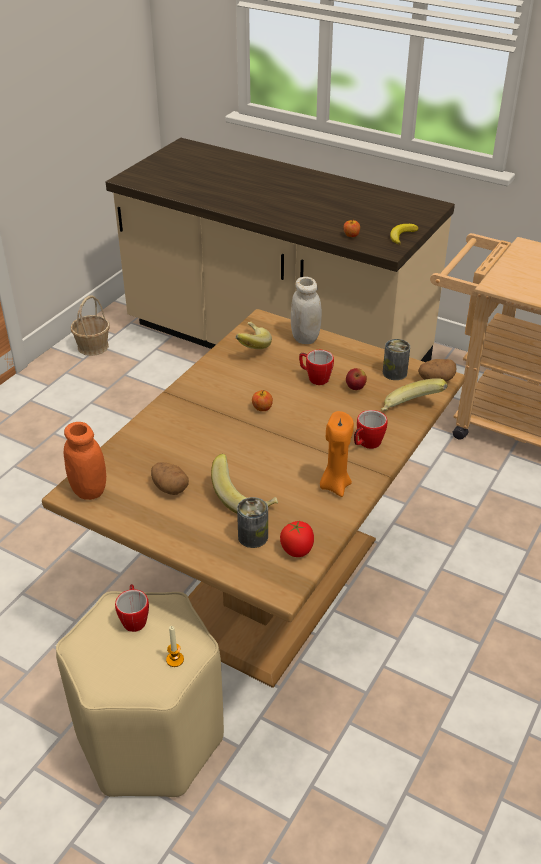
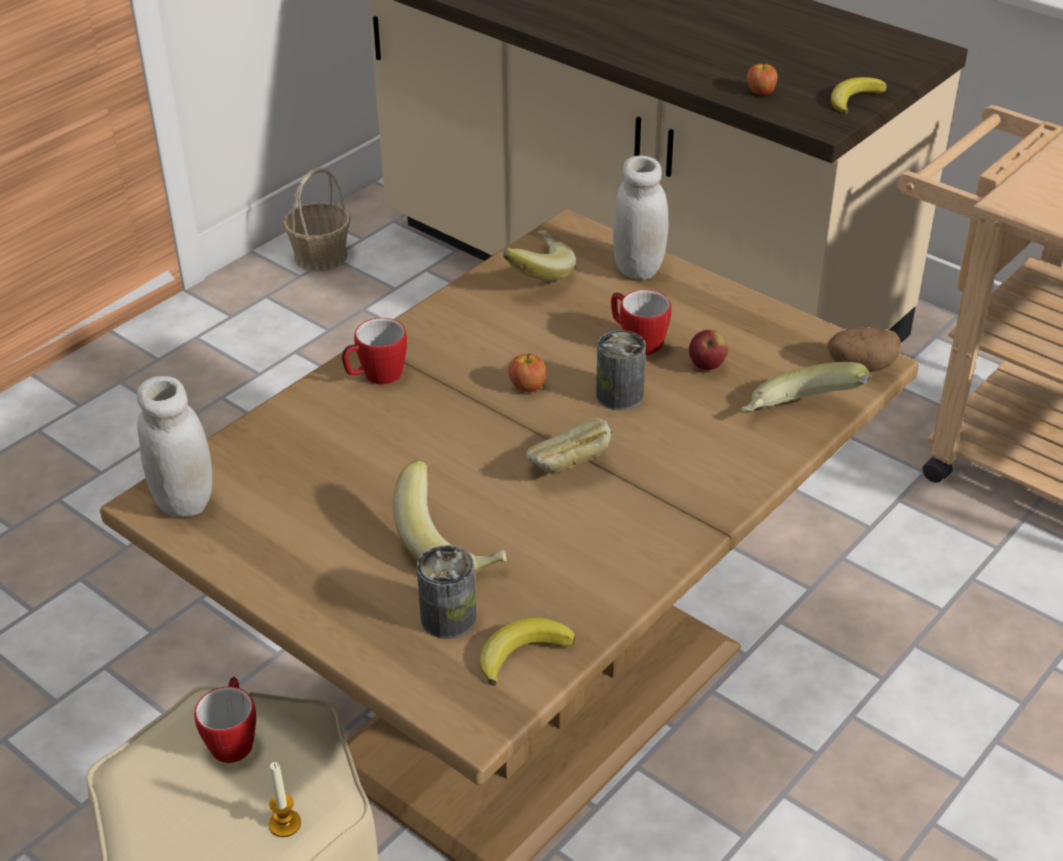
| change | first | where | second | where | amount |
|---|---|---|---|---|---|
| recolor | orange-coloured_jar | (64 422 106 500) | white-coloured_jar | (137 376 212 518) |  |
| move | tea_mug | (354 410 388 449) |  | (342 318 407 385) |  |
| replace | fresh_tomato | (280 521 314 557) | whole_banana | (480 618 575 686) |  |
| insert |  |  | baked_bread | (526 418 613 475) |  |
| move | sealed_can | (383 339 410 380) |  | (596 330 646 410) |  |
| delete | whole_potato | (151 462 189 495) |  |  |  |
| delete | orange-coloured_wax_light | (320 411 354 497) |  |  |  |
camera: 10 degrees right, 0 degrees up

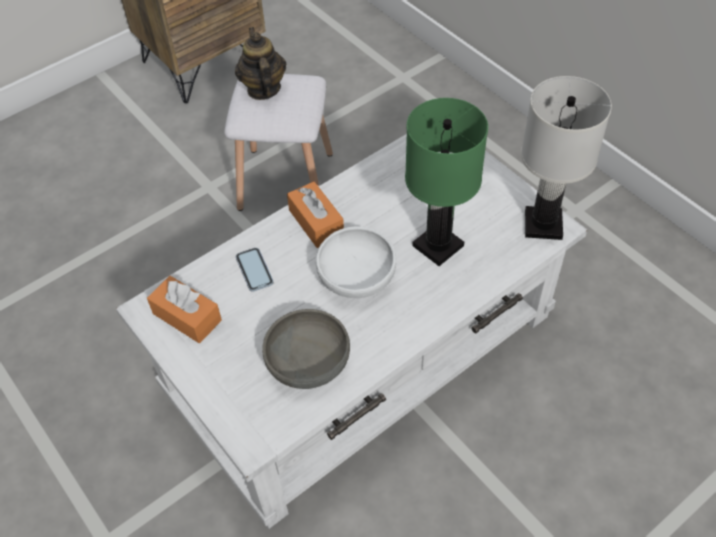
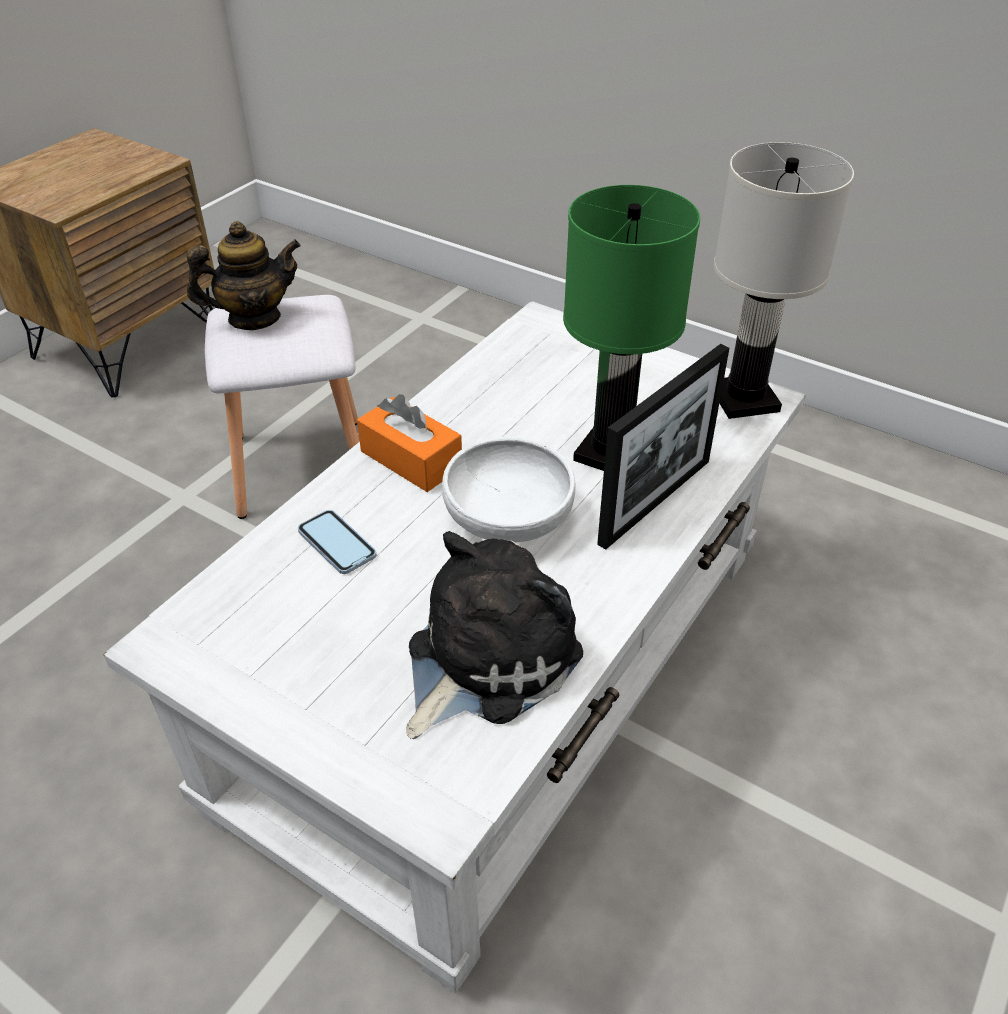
| change | first | where | second | where | amount |
|---|---|---|---|---|---|
| rotate | teapot | (235 27 286 100) |  | (187 221 301 330) | 105 degrees clockwise |
| replace | gray_serving_bowl | (262 309 350 389) | soft_toy | (406 531 583 739) |  |
| insert |  |  | photo_frame | (597 344 729 550) |  |
| delete | orange-coloured_box_of_tissues | (147 276 222 343) |  |  |  |
camera: 20 degrees left, 10 degrees down

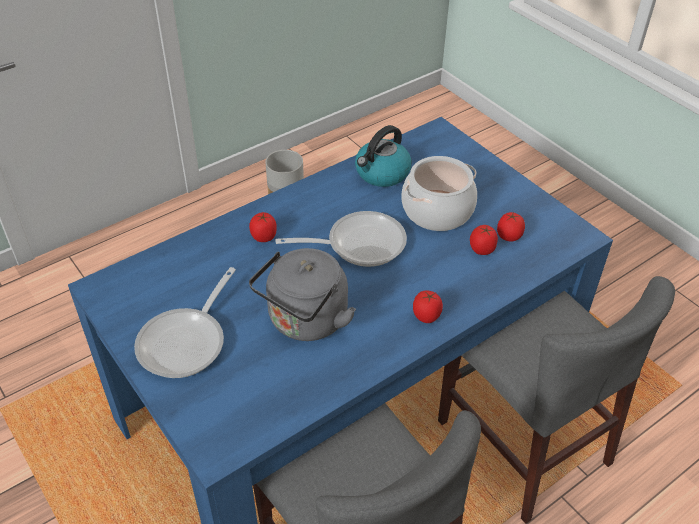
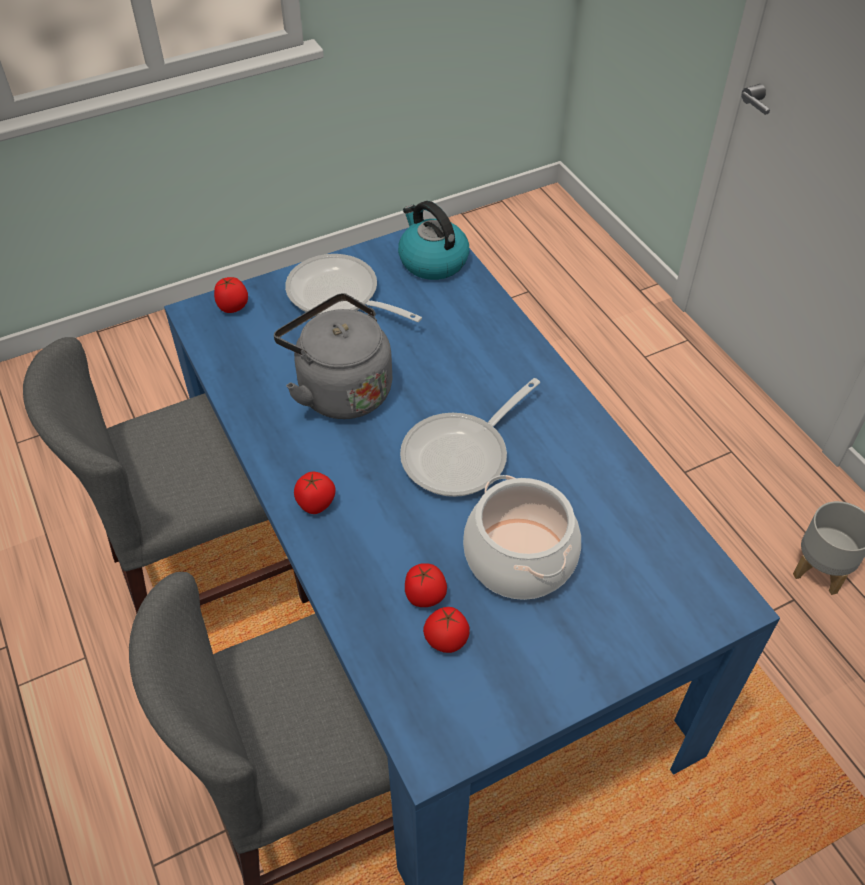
| change | first | where | second | where | amount |
|---|---|---|---|---|---|
| move | fresh_tomato | (249 212 277 242) |  | (214 277 248 313) |  |
| move | water_kettle | (355 125 412 187) |  | (398 201 469 280) |  |
| rotate | frying_pan | (275 211 407 267) |  | (400 378 540 497) | 45 degrees clockwise |
camera: 100 degrees right, 5 degrees up

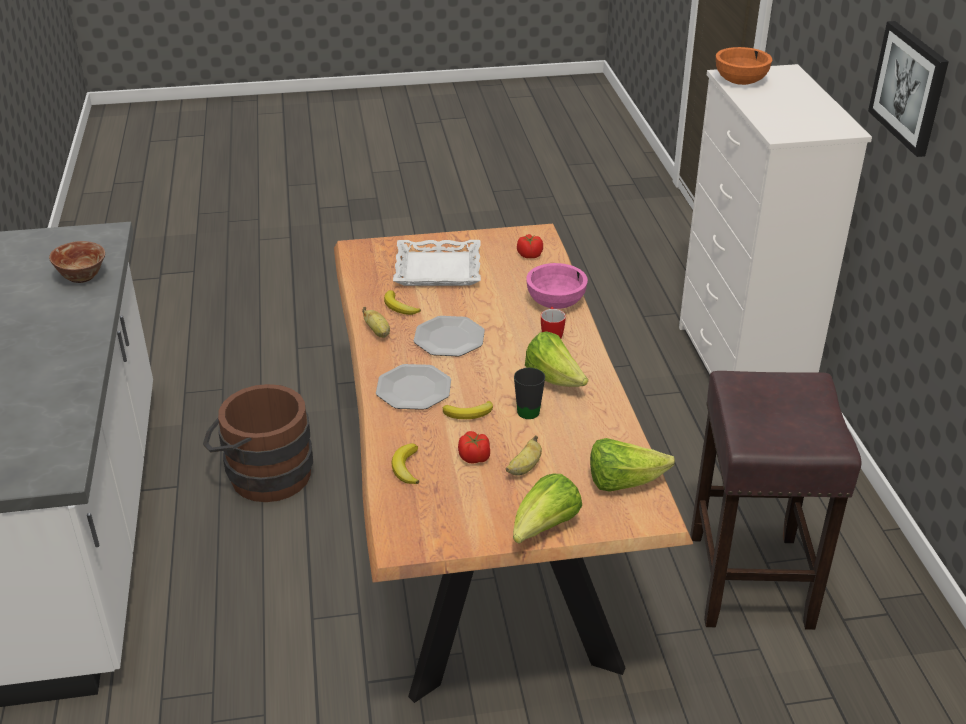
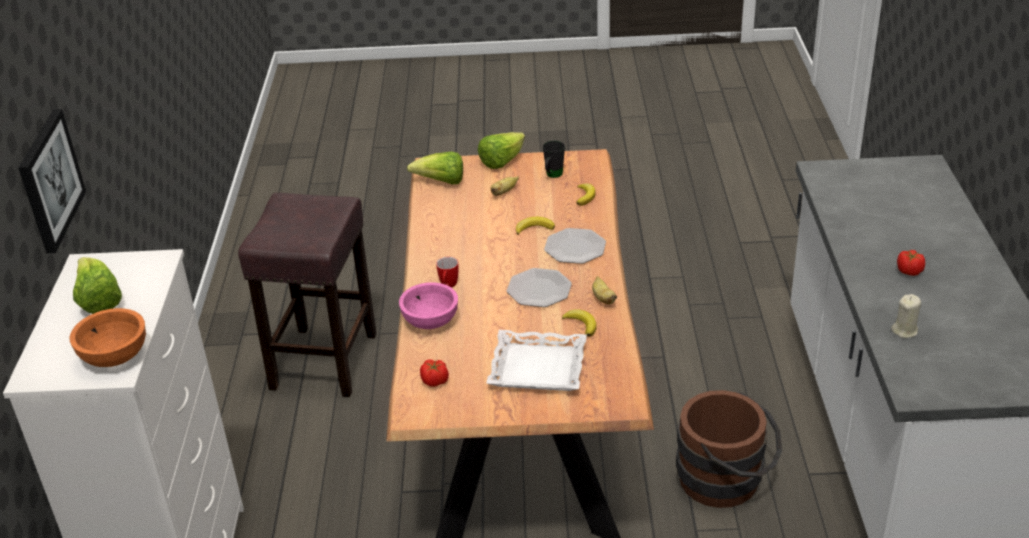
| change | first | where | second | where | amount |
|---|---|---|---|---|---|
| move | head_of_lettuce | (525 331 588 387) |  | (73 257 122 314) |  |
| move | black_tea_mug | (514 368 545 419) |  | (543 141 565 178) |  |
| replace | serving_bowl | (49 241 105 283) | sand-coloured_wax_light | (891 294 921 338) |  |
| move | fresh_tomato | (458 431 490 464) |  | (897 250 925 276) |  |
camera: 170 degrees left, 0 degrees up

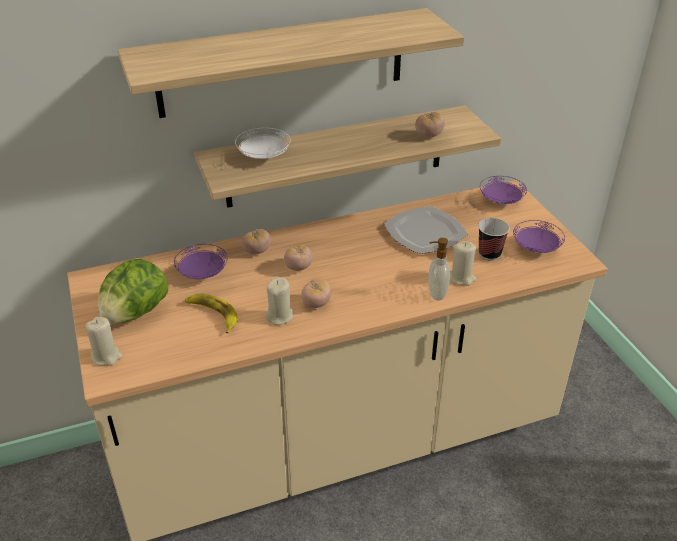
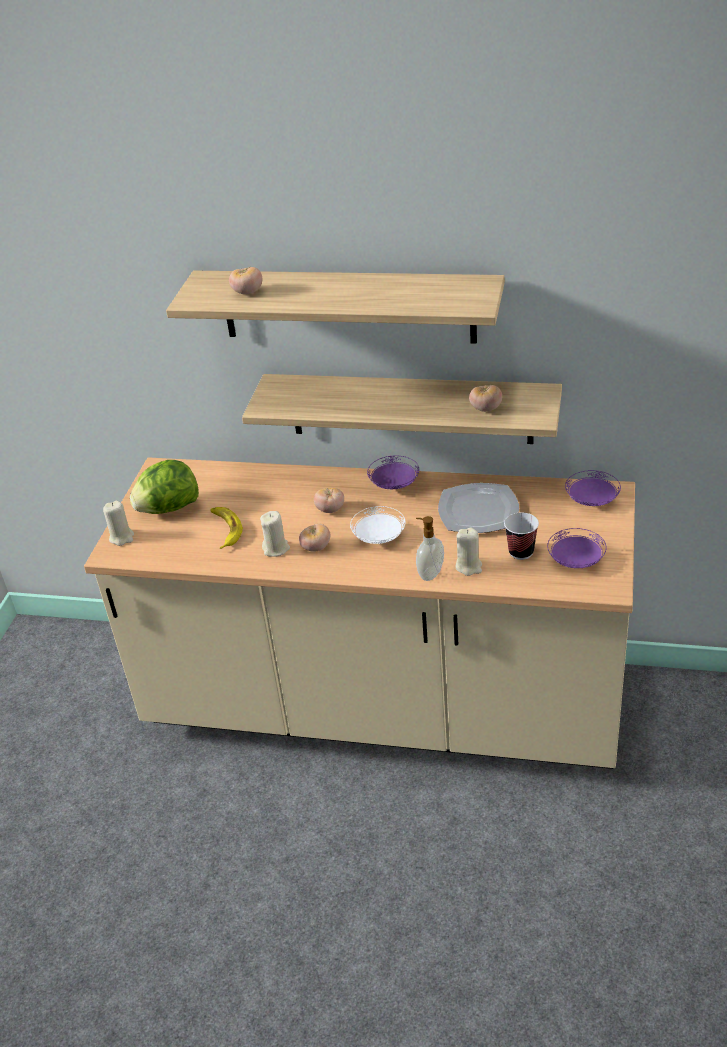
| change | first | where | second | where | amount |
|---|---|---|---|---|---|
| move | fresh_tomato | (242 229 271 254) |  | (229 267 262 295) |  |
| move | white-coloured_dinner_plate | (235 128 291 159) |  | (350 506 406 544) |  |
| move | purple_dinner_plate | (174 244 228 279) |  | (367 455 419 489) |  |
camera: 35 degrees right, 0 degrees up

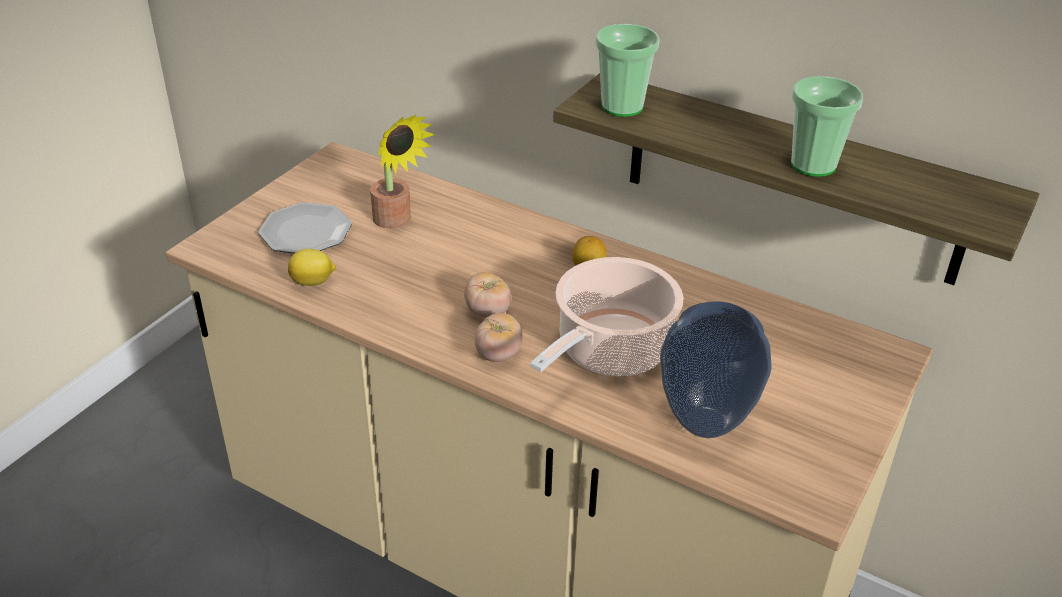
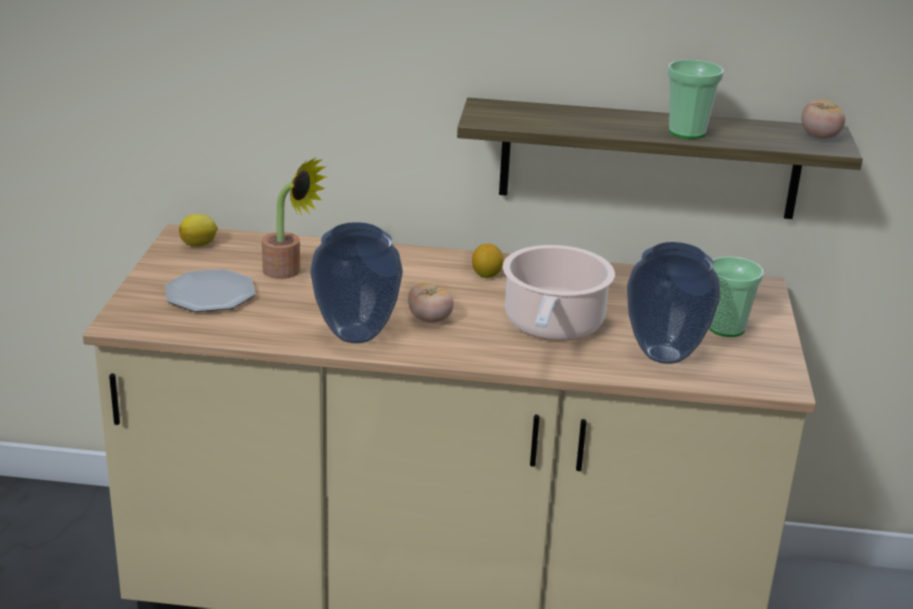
| change | first | where | second | where | amount |
|---|---|---|---|---|---|
| move | whole_lemon | (288 249 336 286) |  | (179 214 218 247) |  |
| insert |  |  | decorative_vase | (310 222 403 343) |  |
| move | small_cup | (595 24 660 117) |  | (709 257 764 337) |  |
| move | fresh_tomato | (474 313 523 362) |  | (801 99 845 139) |  |
camera: 25 degrees left, 10 degrees down

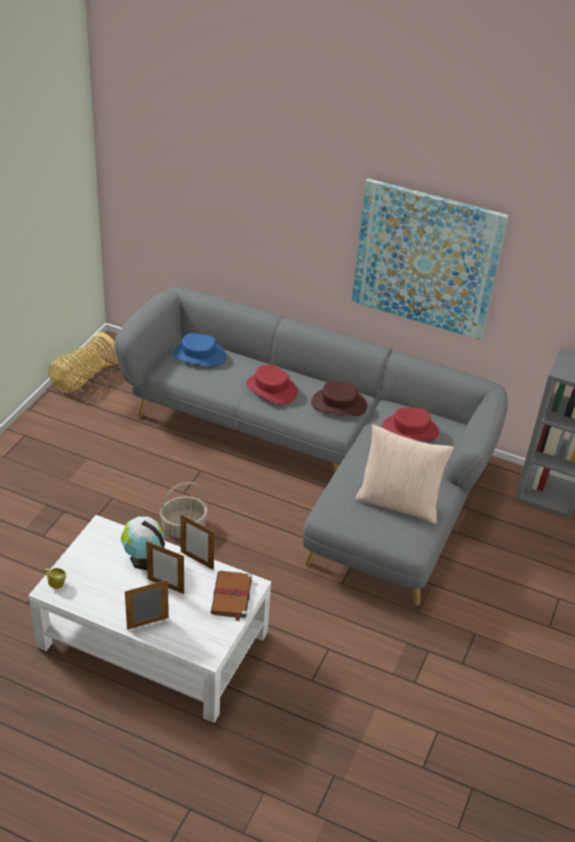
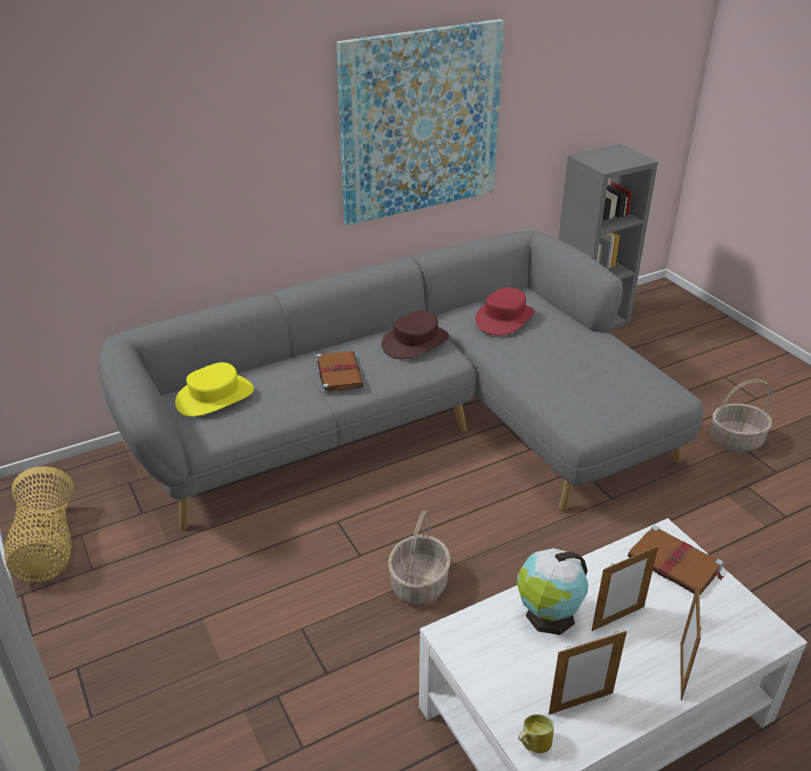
| change | first | where | second | where | amount |
|---|---|---|---|---|---|
| recolor | blue-coloured_hat | (173 333 226 367) | yellowish_hat | (175 362 254 417) |  |
| replace | red-coloured_hat | (246 364 298 405) | brownish_book | (316 351 364 393) |  |
| move | photo_frame | (180 514 215 570) |  | (549 631 627 715) |  |
| insert |  |  | storage_basket | (710 379 773 452) |  |
| delete | sand-coloured_pillow | (355 424 454 524) |  |  |  |
camera: 50 degrees left, 5 degrees down

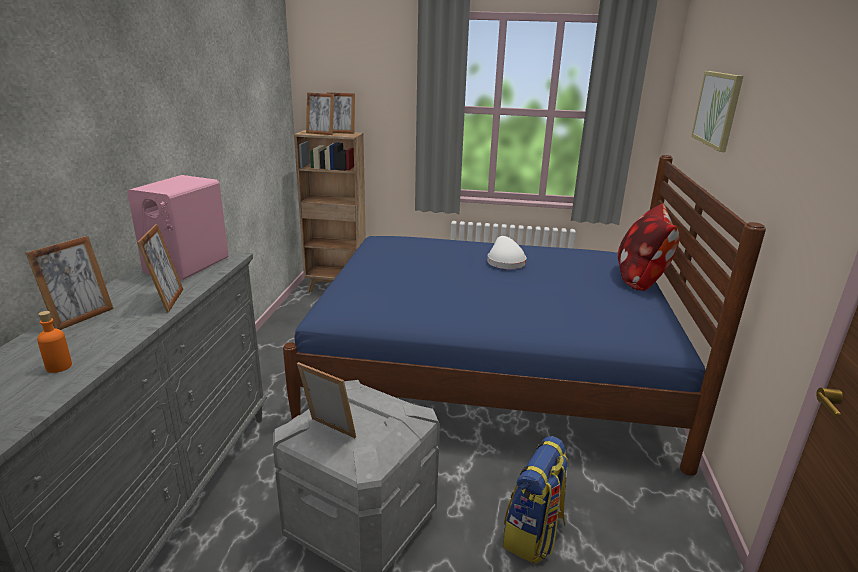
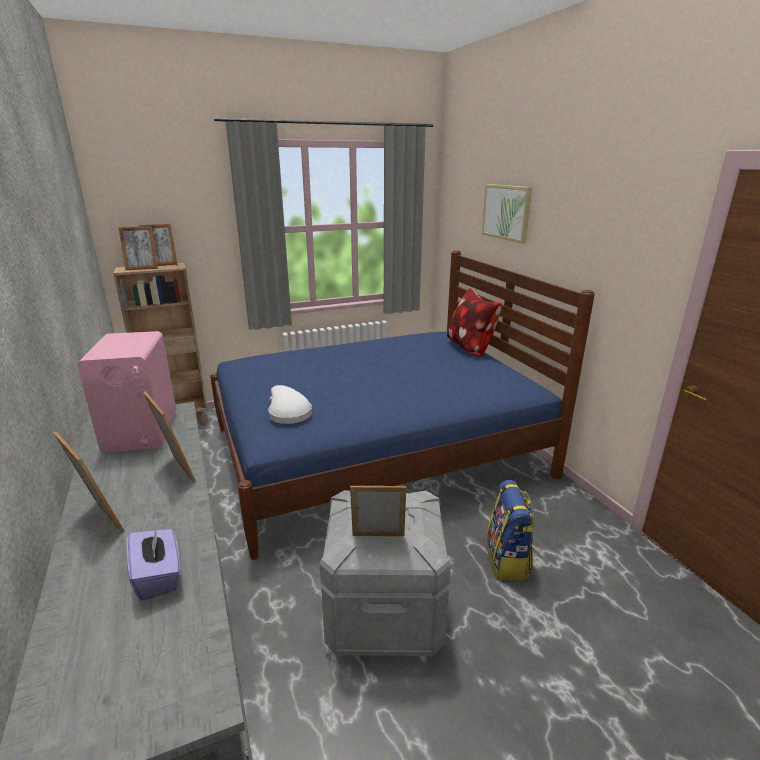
| change | first | where | second | where | amount |
|---|---|---|---|---|---|
| rotate | photo_frame | (25 236 114 330) |  | (54 432 125 533) | 45 degrees counterclockwise |
| replace | orange-coloured_beverage_bottle | (37 311 72 373) | purple_box_of_tissues | (126 525 180 601) |  |
| move | white-coloured_hat | (487 236 526 269) |  | (268 385 312 424) |  |
camera: 30 degrees left, 0 degrees up

